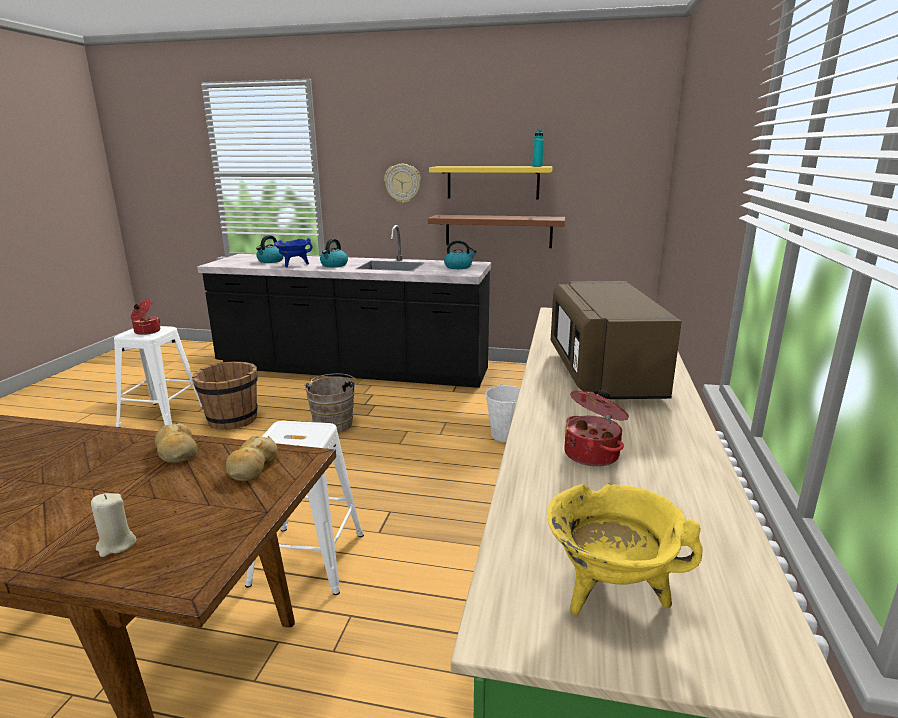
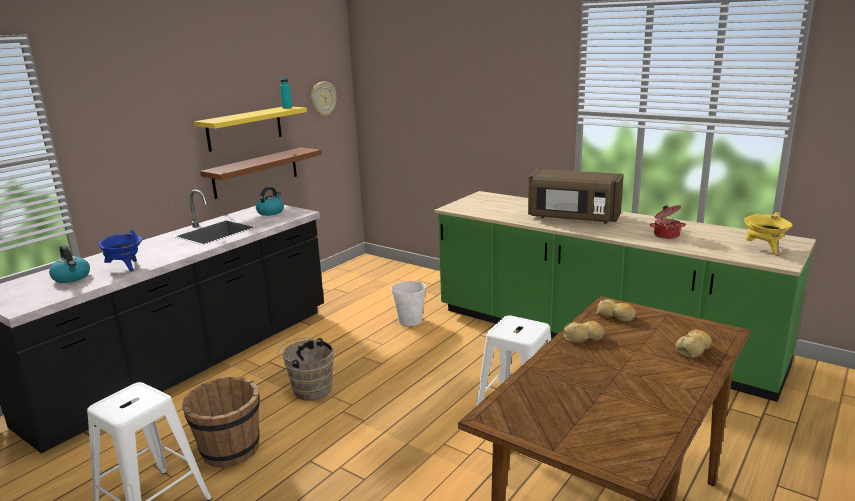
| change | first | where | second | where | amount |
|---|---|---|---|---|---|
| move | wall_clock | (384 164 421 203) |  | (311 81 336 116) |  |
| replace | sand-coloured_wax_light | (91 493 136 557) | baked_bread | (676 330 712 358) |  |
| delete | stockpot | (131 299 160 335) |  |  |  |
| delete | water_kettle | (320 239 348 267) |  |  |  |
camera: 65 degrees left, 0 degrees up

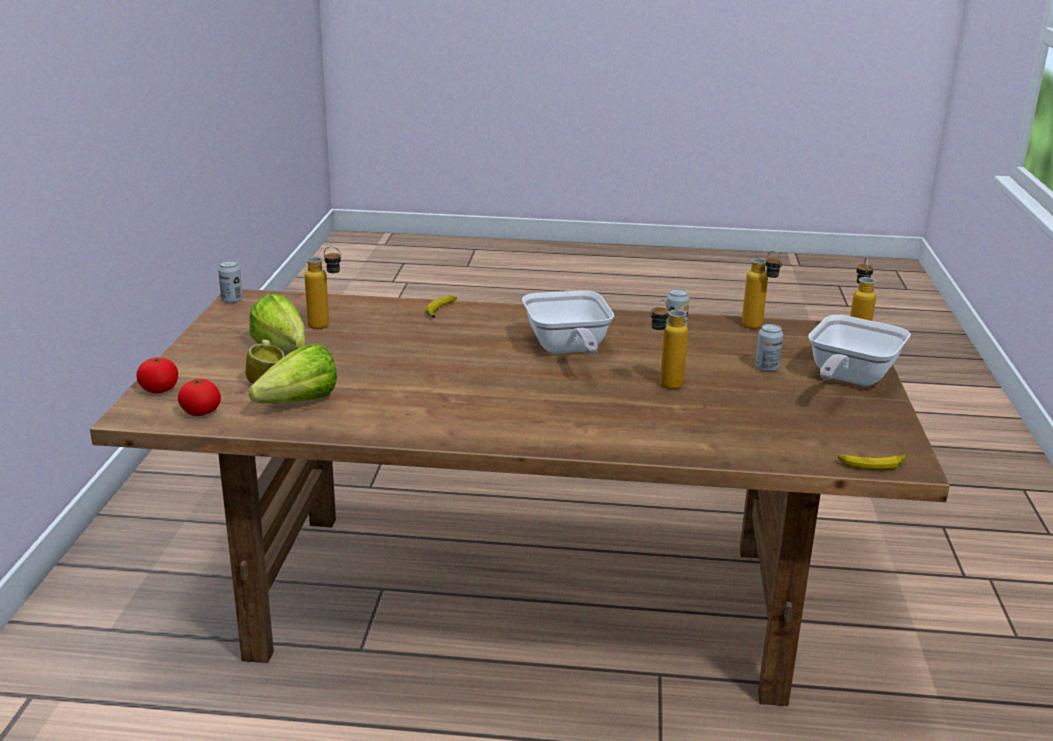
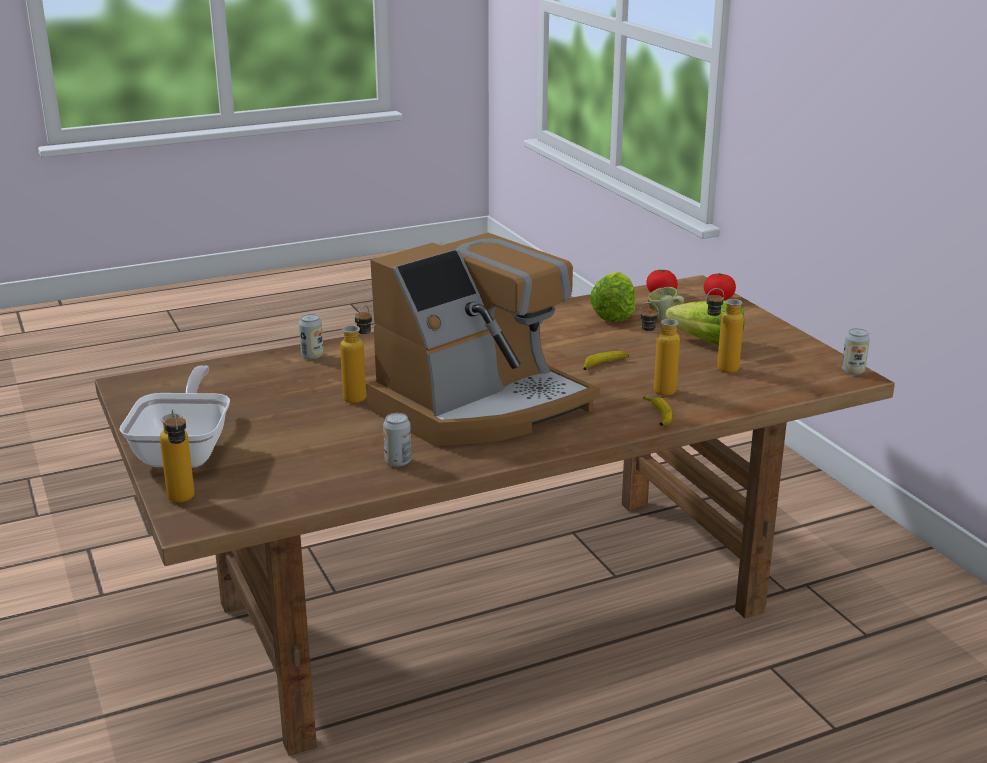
| change | first | where | second | where | amount |
|---|---|---|---|---|---|
| move | sealed_can | (755 324 783 372) |  | (299 314 324 359) |  |
| replace | frying_pan | (522 290 614 355) | coffee_machine | (366 233 600 446) |  |
| move | whole_banana | (838 454 907 470) |  | (583 351 629 370) |  |
| move | beverage_bottle | (742 251 782 329) |  | (640 302 680 396) |  |
camera: 150 degrees right, 0 degrees up

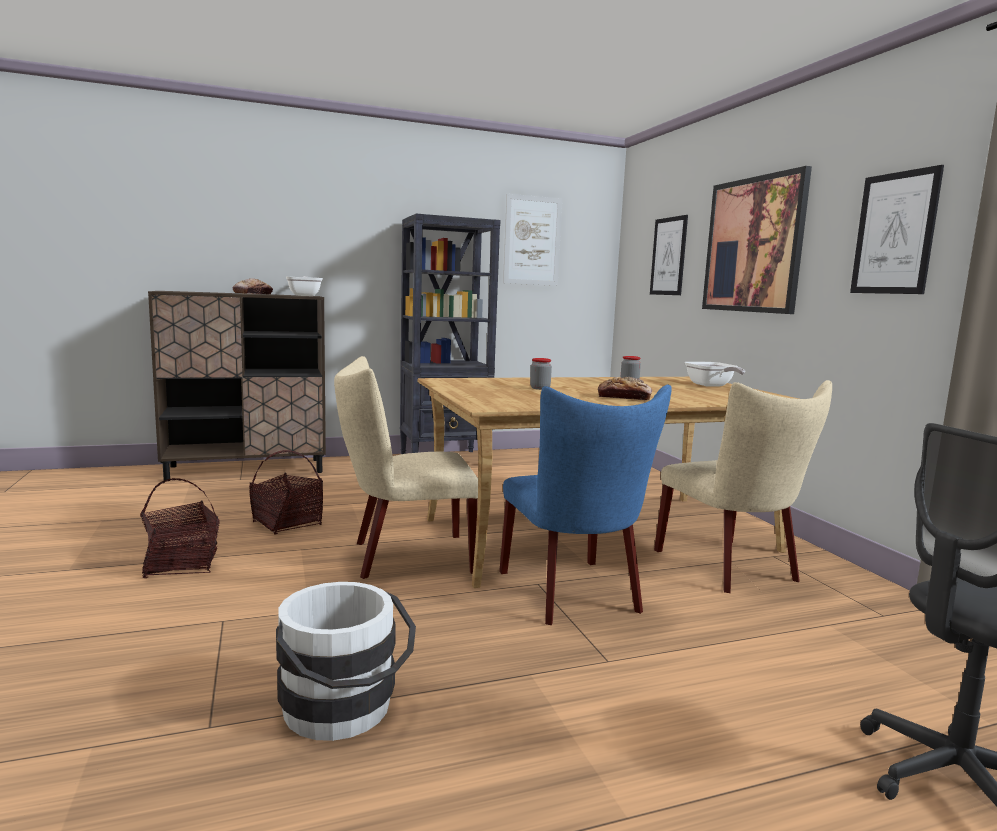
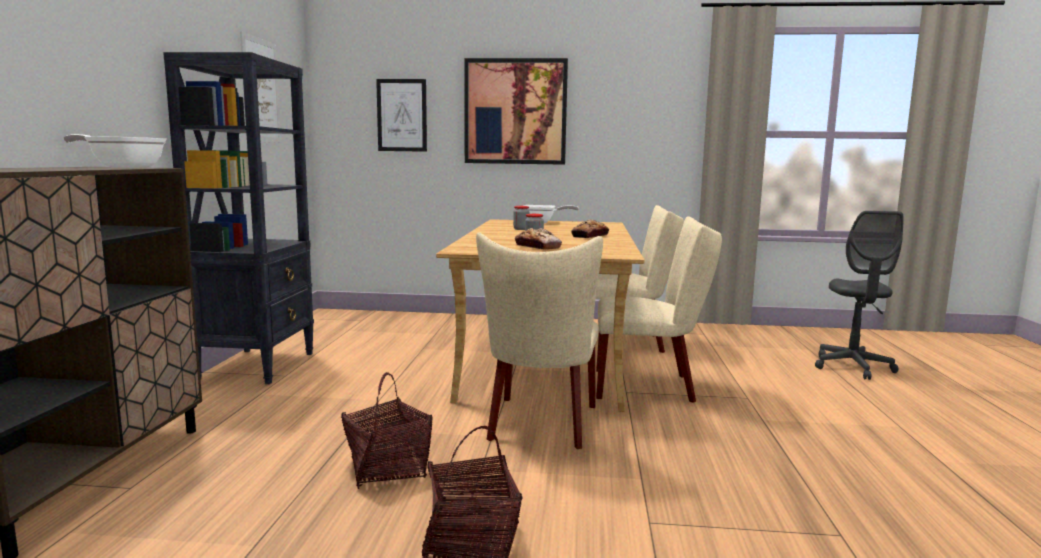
| change | first | where | second | where | amount |
|---|---|---|---|---|---|
| move | baked_bread | (232 278 273 294) |  | (515 228 562 250) |  |
| recolor | blue-coloured_chair | (499 385 672 625) | sand-coloured_chair | (596 216 722 403) |  |
| delete | white-coloured_water_bucket | (276 582 416 741) |  |  |  |
| delete | picture | (850 165 944 294) |  |  |  |
camera: 65 degrees left, 0 degrees up

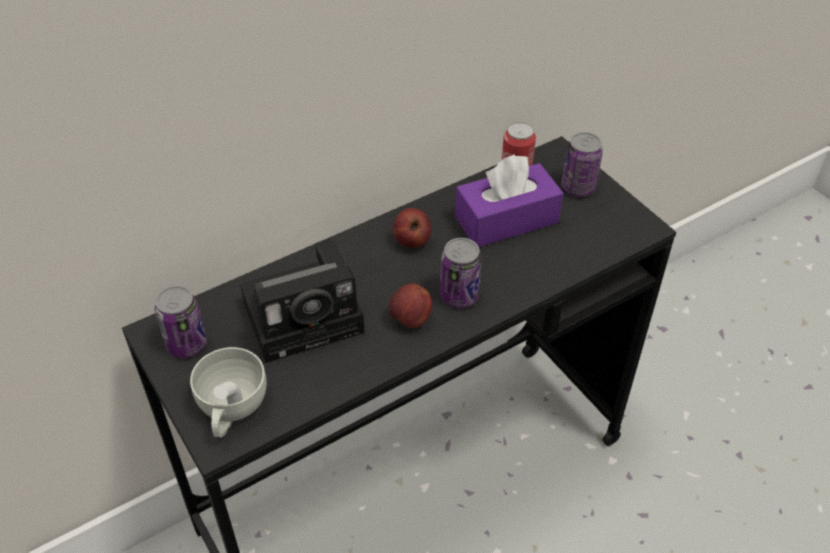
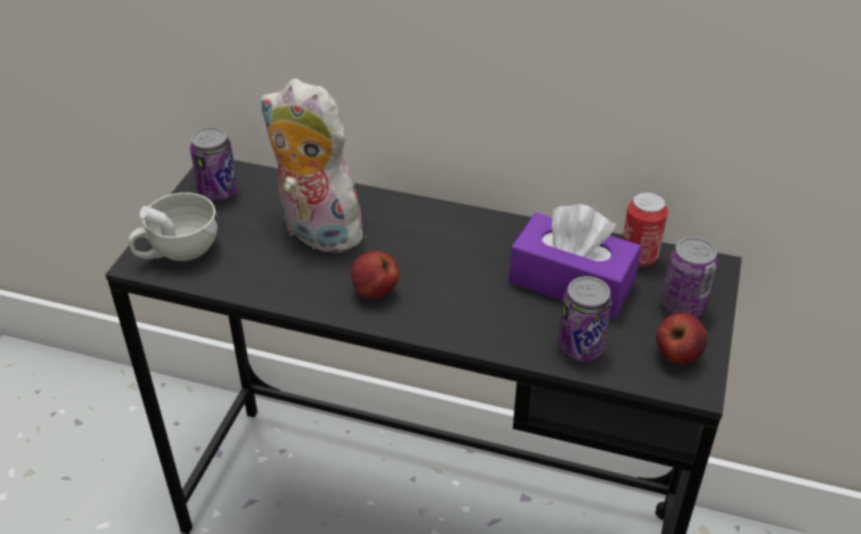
| change | first | where | second | where | amount |
|---|---|---|---|---|---|
| replace | photo_camera | (240 239 365 363) | soft_toy | (261 79 373 253) |  |
| move | sealed_can | (440 238 482 308) |  | (558 276 612 361) |  |
| move | whole_apple | (393 208 432 248) |  | (656 313 708 364) |  |
camera: 50 degrees right, 5 degrees down

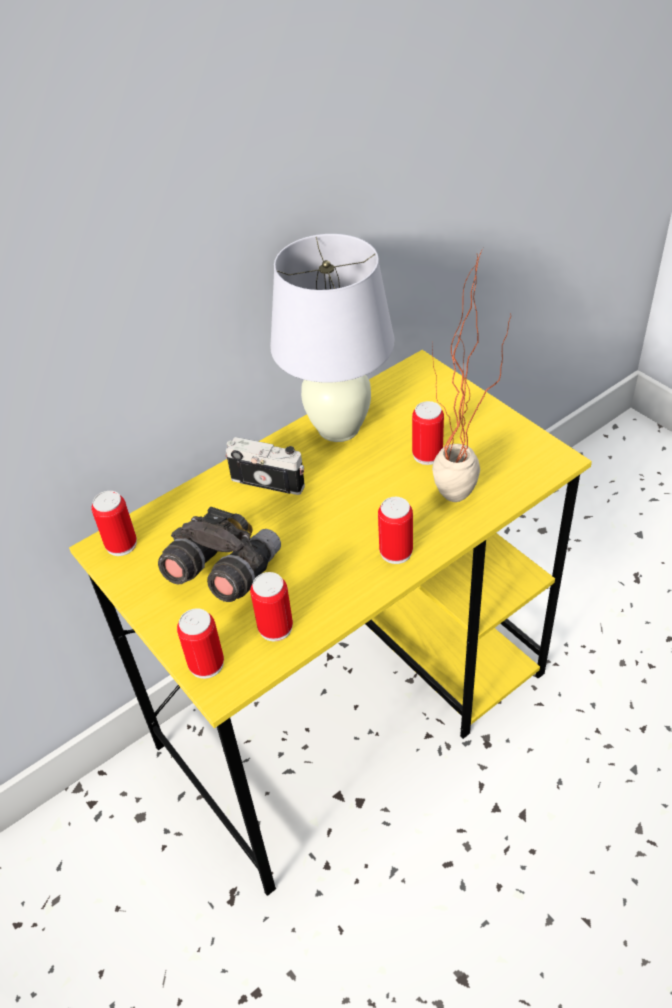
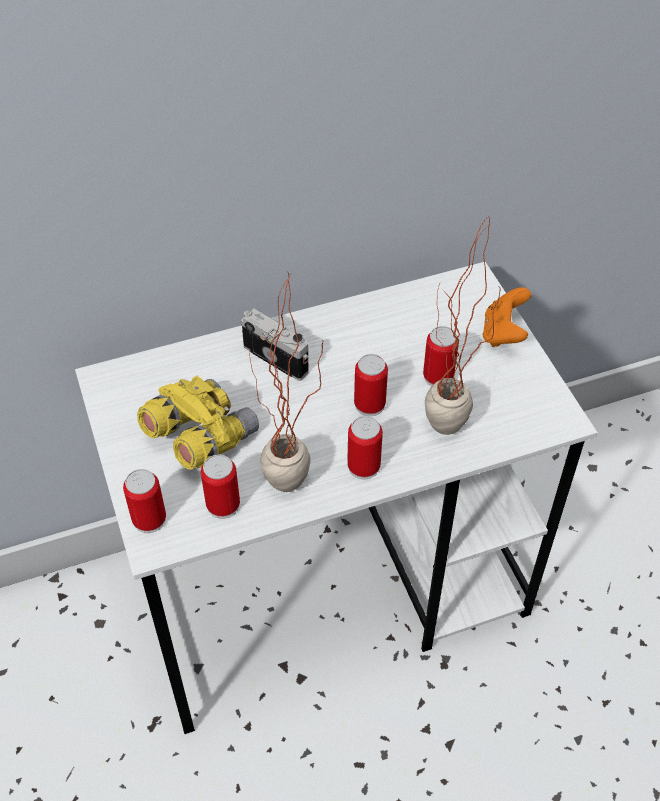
| change | first | where | second | where | amount |
|---|---|---|---|---|---|
| recolor | yellowish_desk_unit | (69 350 592 896) | white-coloured_desk_unit | (75 262 598 734) |  |
| recolor | gray_field_glasses | (158 506 281 602) | yellowish_field_glasses | (137 376 259 470) |  |
| insert |  |  | plant_in_a_pot | (249 273 323 492) |  |
| move | sealed_can | (92 491 137 556) |  | (354 354 388 416) |  |
| insert |  |  | orange-coloured_joypad | (483 287 531 347) |  |
| delete | white-coloured_tabletop_lamp | (270 234 395 442) |  |  |  |
camera: 15 degrees right, 5 degrees up

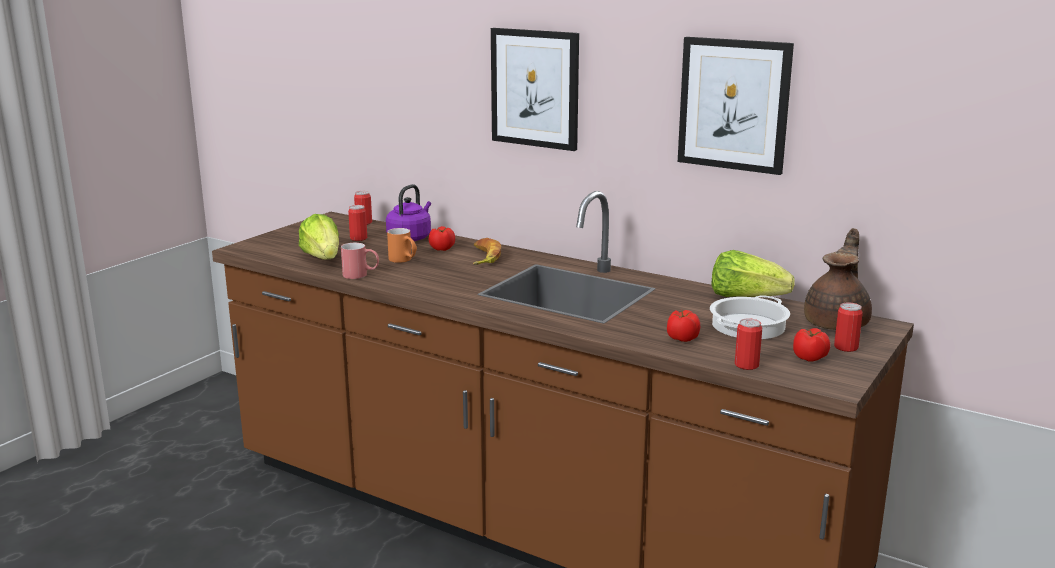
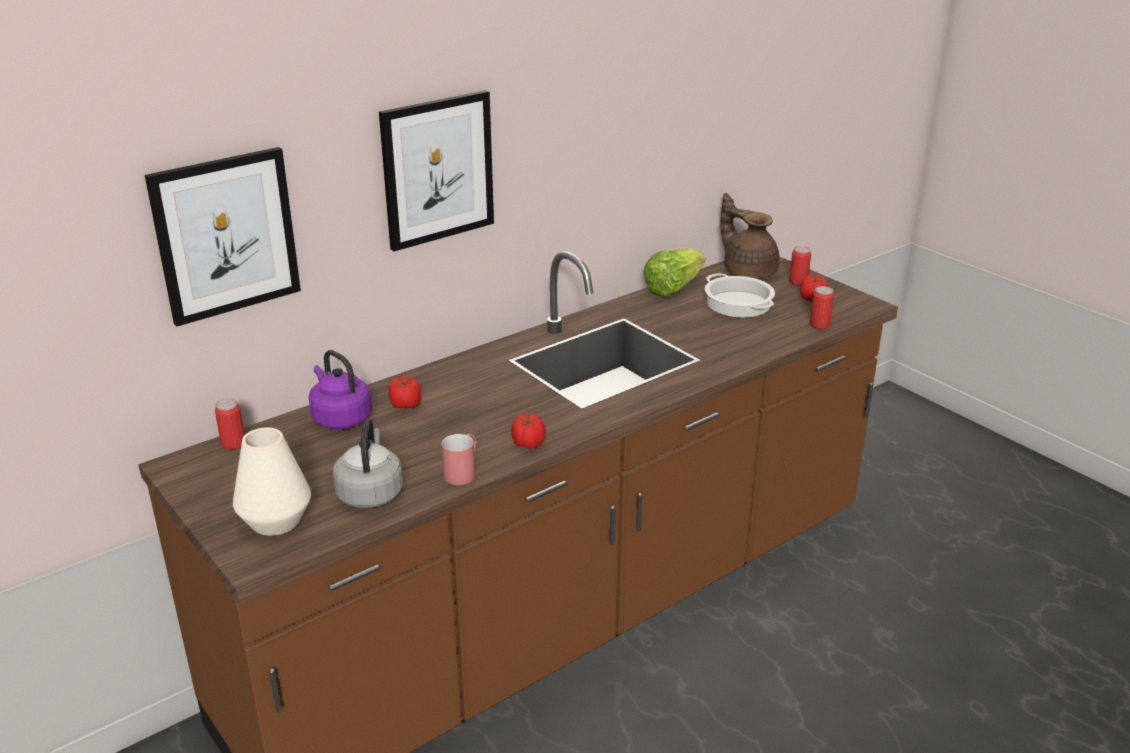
| change | first | where | second | where | amount |
|---|---|---|---|---|---|
| move | picture | (678 37 794 175) |  | (145 147 301 326) |  |
| insert |  |  | white-coloured_decorative_vase | (233 427 311 536) |  |
| replace | head_of_lettuce | (299 214 339 260) | gray_water_kettle | (333 418 403 508) |  |
| move | fresh_tomato | (667 310 700 342) |  | (511 414 546 449) |  |
| delete | sealed_can | (348 205 367 241) |  |  |  |
| delete | orange-coloured_tea_mug | (387 228 417 263) |  |  |  |
| delete | whole_banana | (473 238 501 265) |  |  |  |
camera: 70 degrees left, 10 degrees up

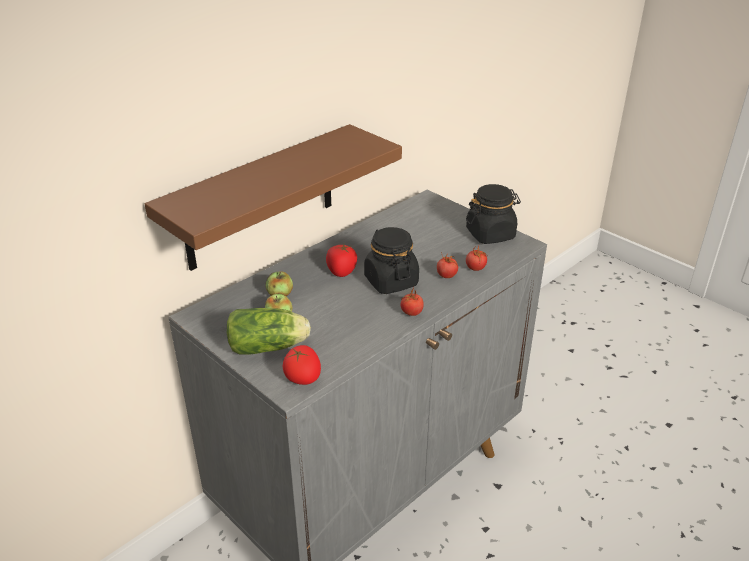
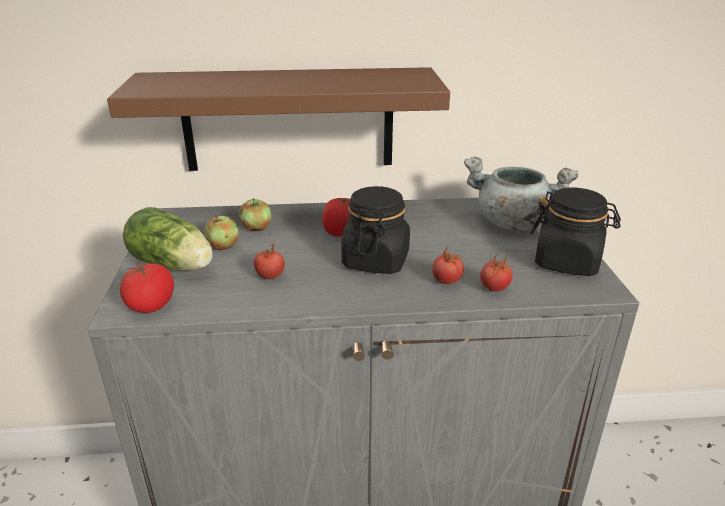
| change | first | where | second | where | amount |
|---|---|---|---|---|---|
| move | fresh_tomato | (401 287 424 316) |  | (253 241 285 279) |  |
| insert |  |  | gray_stockpot | (464 157 578 230) |  |
camera: 40 degrees right, 5 degrees down

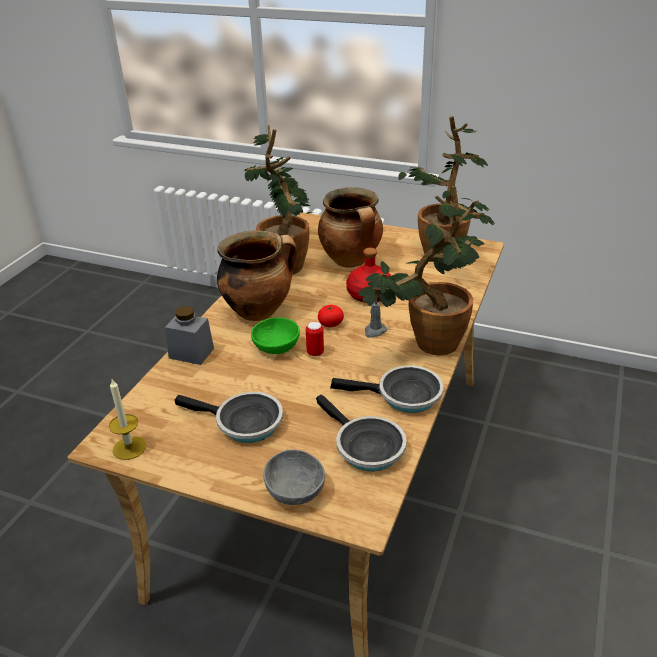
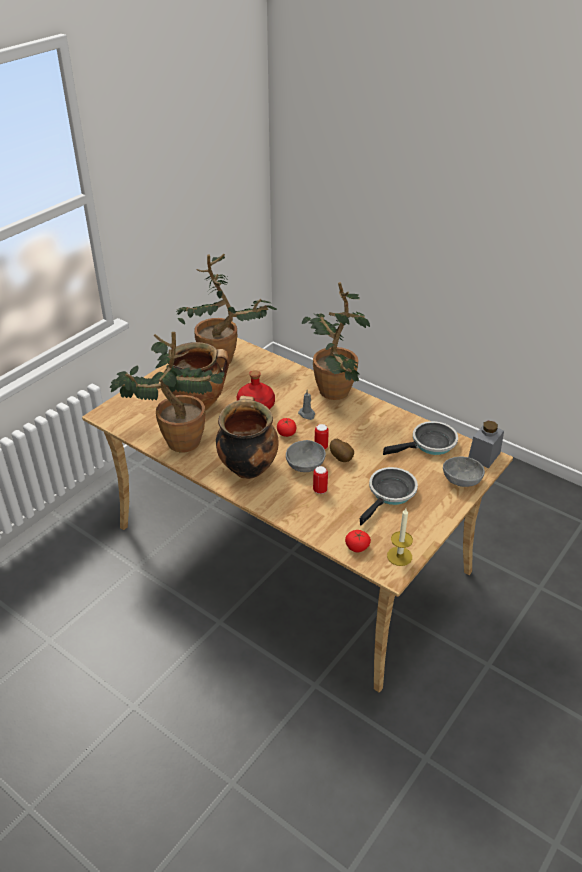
| change | first | where | second | where | amount |
|---|---|---|---|---|---|
| recolor | greenish_serving_bowl | (251 318 300 354) | gray_serving_bowl | (286 440 326 472) |  |
| insert |  |  | sealed_can | (313 466 328 494) |  |
| insert |  |  | whole_potato | (330 439 354 462) |  |
| insert |  |  | fresh_tomato | (345 530 371 552) |  |
| move | gray_jar | (165 306 214 365) |  | (468 421 504 468) |  |
| delete | frying_pan | (330 365 443 413) |  |  |  |
camera: 75 degrees left, 5 degrees up

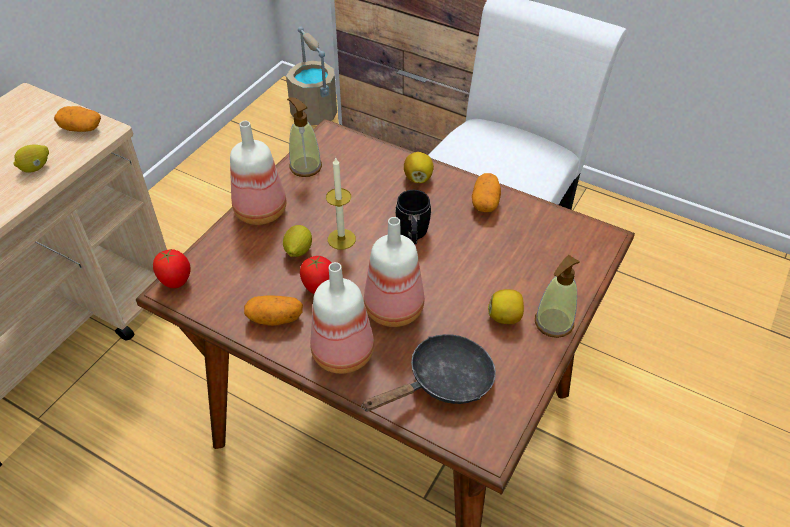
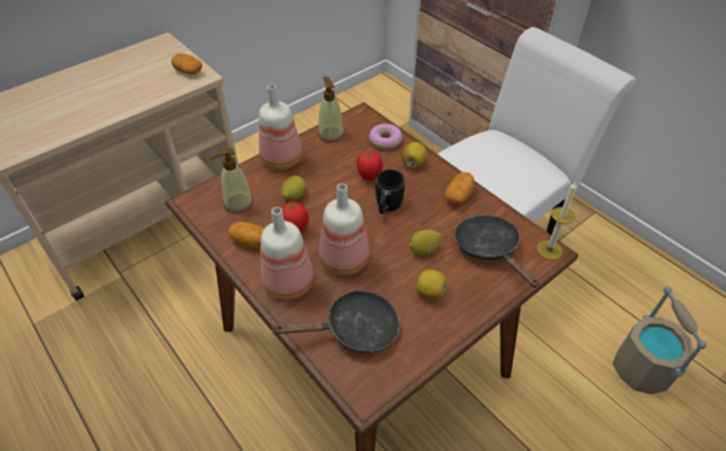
| change | first | where | second | where | amount |
|---|---|---|---|---|---|
| move | soap_bottle | (535 255 580 338) |  | (210 148 253 214) |  |
| move | fresh_tomato | (153 249 191 288) |  | (356 151 383 181) |  |
| insert |  |  | doughnut | (369 124 403 149) |  |
| move | whole_lemon | (14 144 49 173) |  | (409 230 442 256) |  |
| insert |  |  | black_frying_pan | (455 215 540 288) |  |
| move | wax_light | (326 156 356 250) |  | (537 181 577 260) |  |
| move | sand-coloured_water_bucket | (286 27 337 125) |  | (612 287 707 395) |  |
camera: 20 degrees right, 0 degrees up

